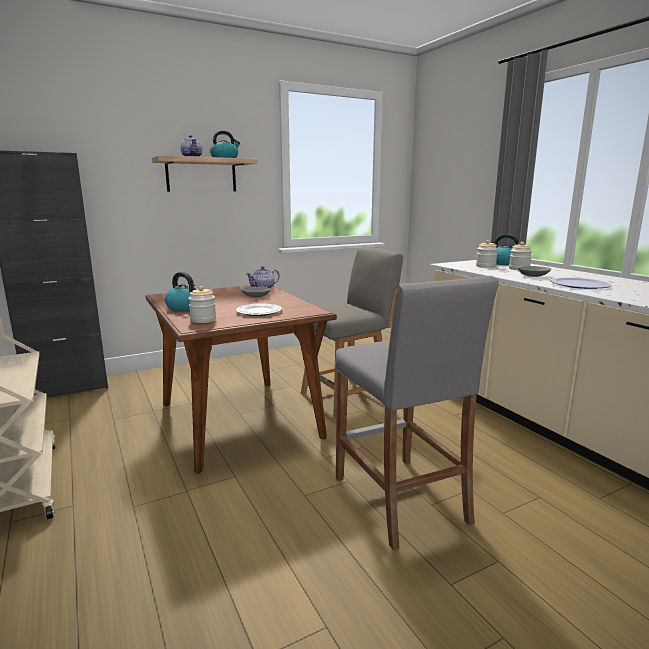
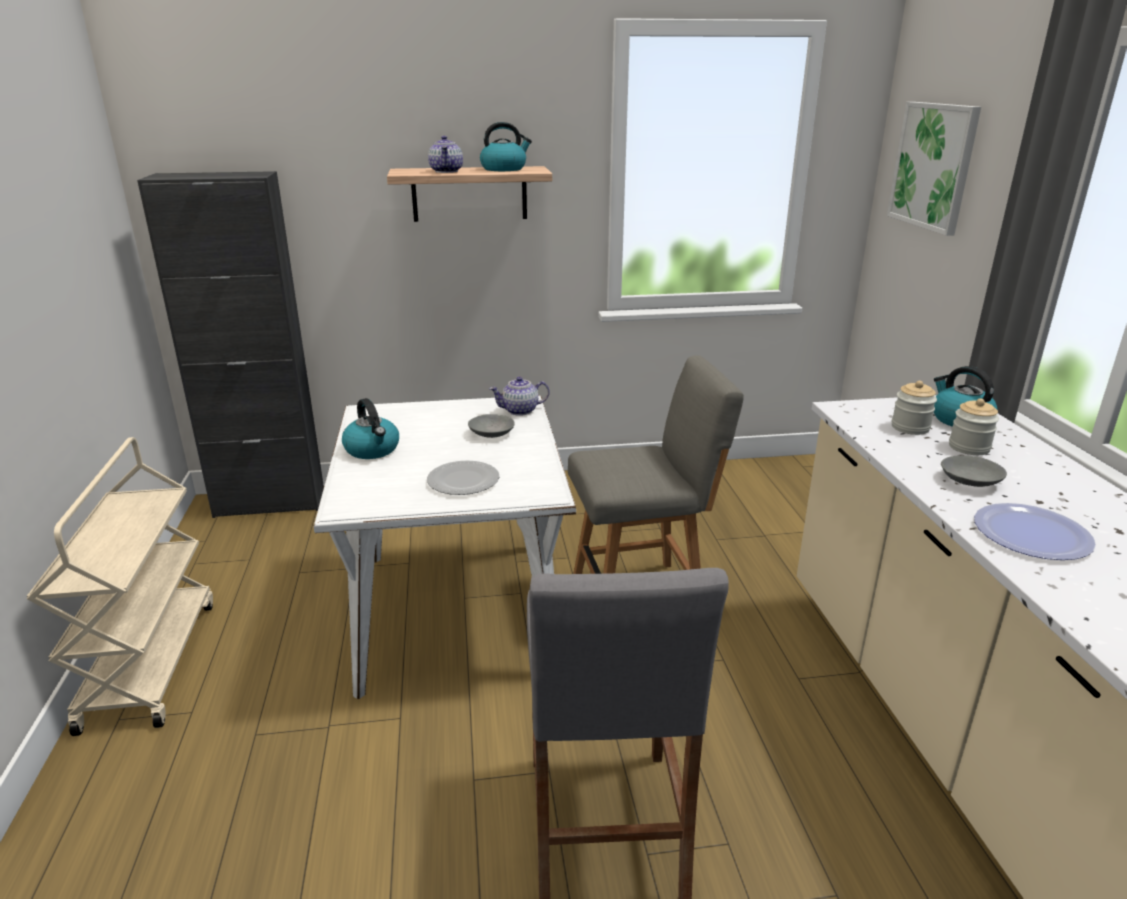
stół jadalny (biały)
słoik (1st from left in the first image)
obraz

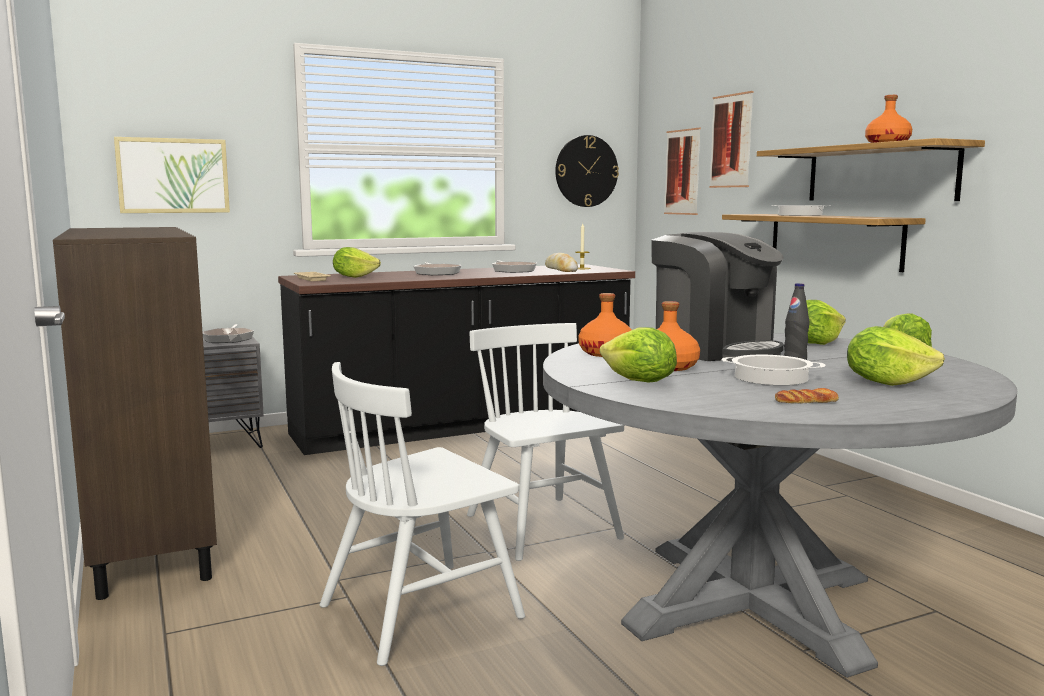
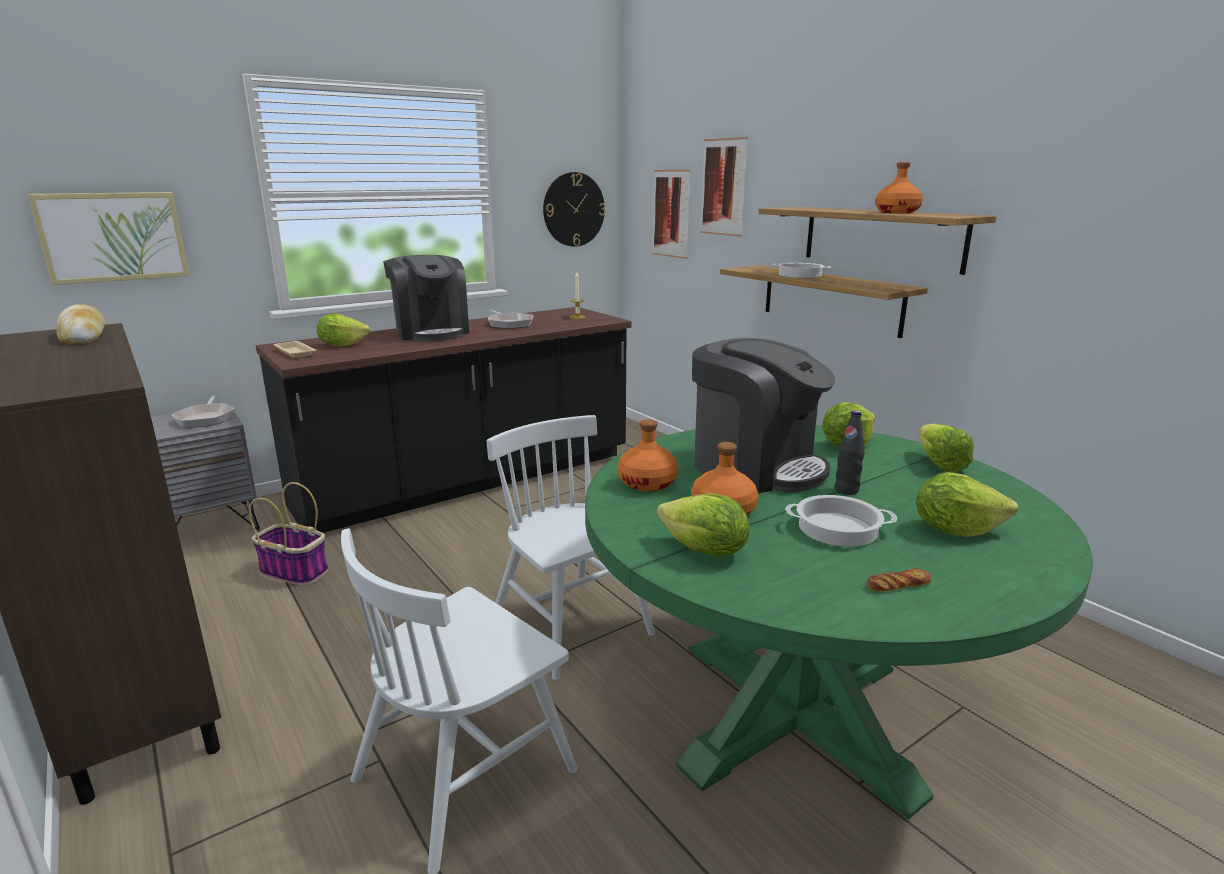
chleb (1st from left)
ekspres do kawy (1st from left)
stół jadalny (zielony)
koszyk

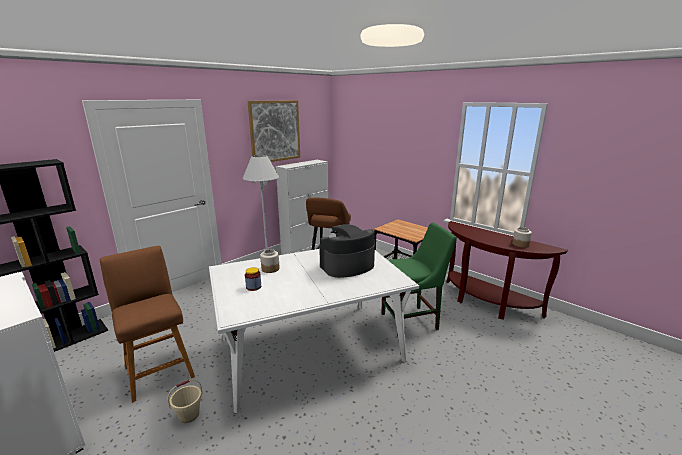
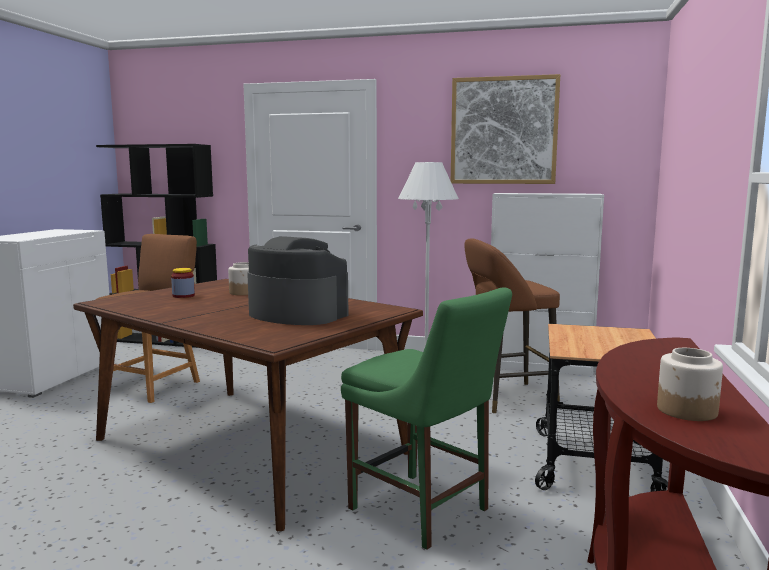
stół jadalny (brązowy)
wiadro (beżowy)

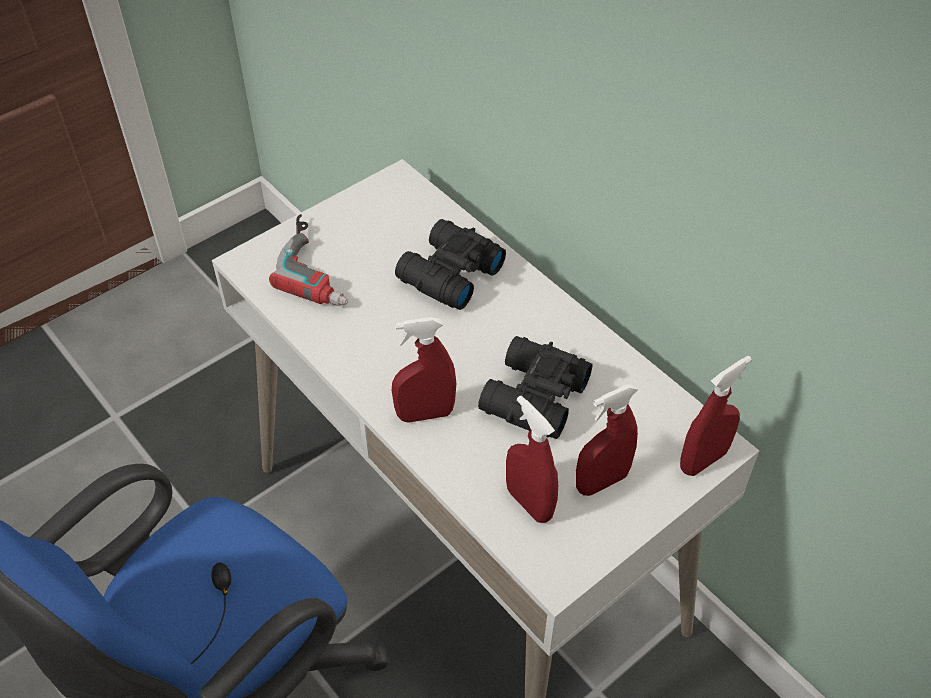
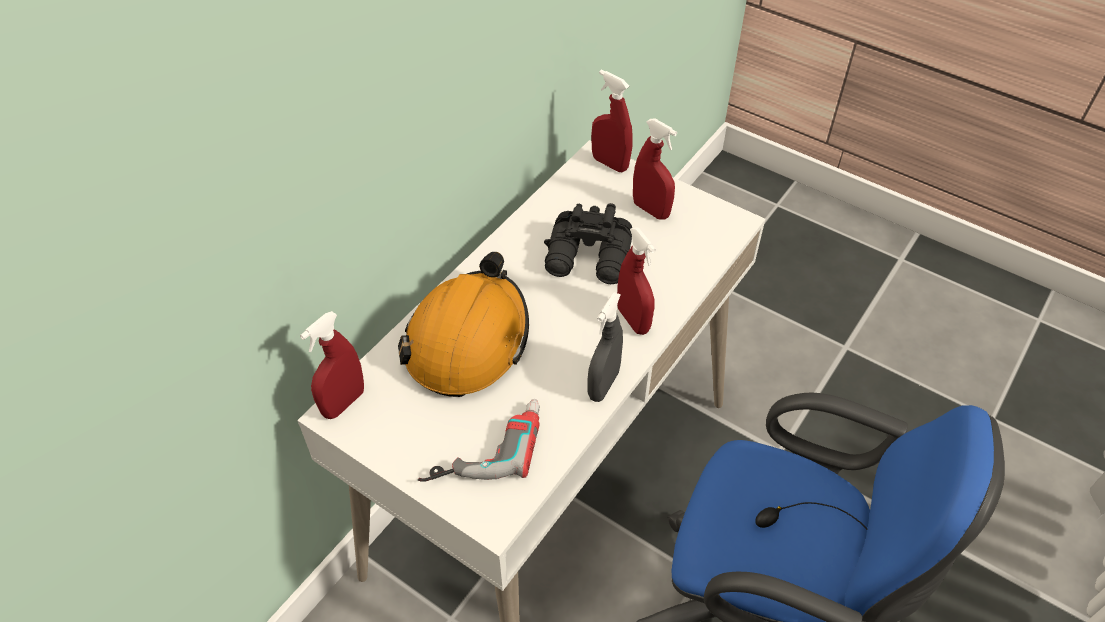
kask (pomarańczowy)
spryskiwacz (czerwony) (1st from left)
spryskiwacz (szary)

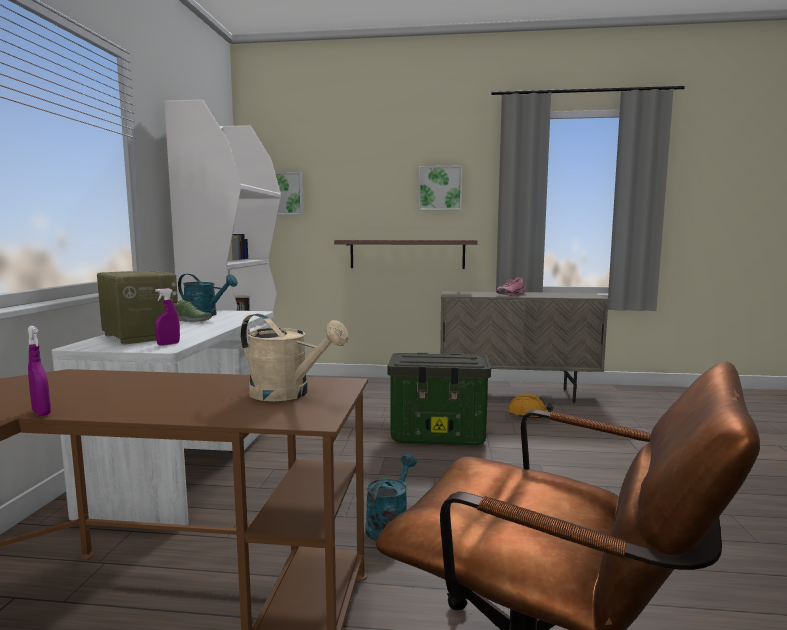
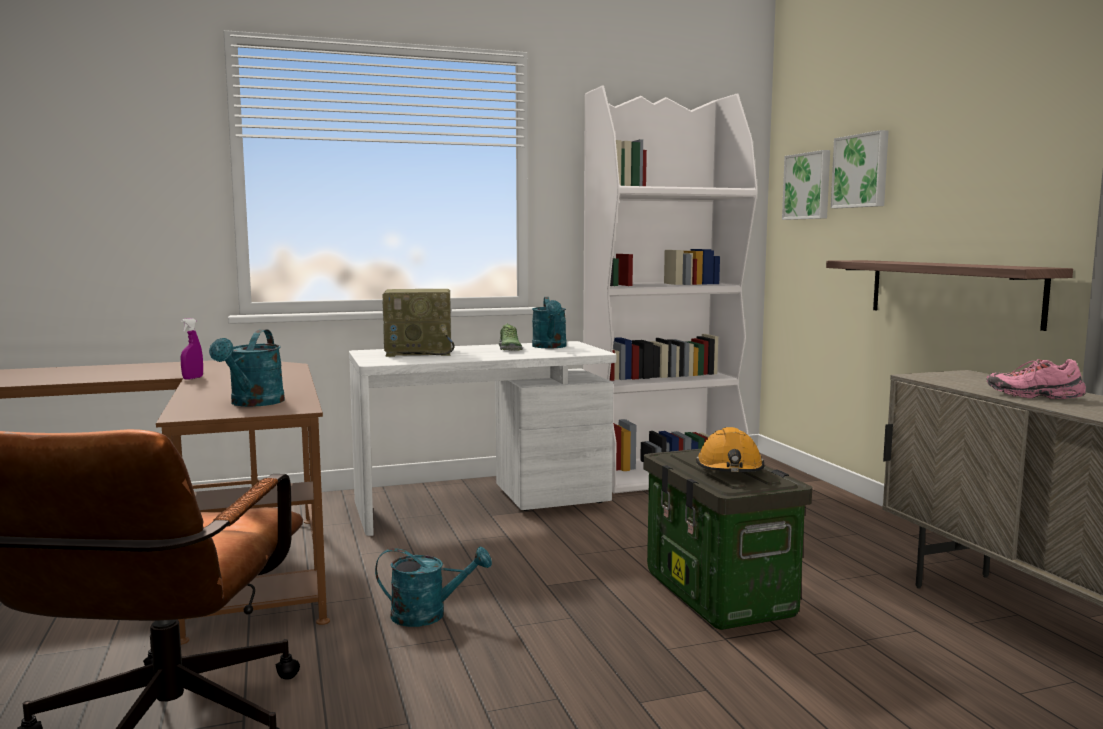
obraz (2nd from left)
radio
spryskiwacz (fioletowy) (2nd from left in the first image)
konewka (turkusowy) (1st from left)
kask (pomarańczowy)

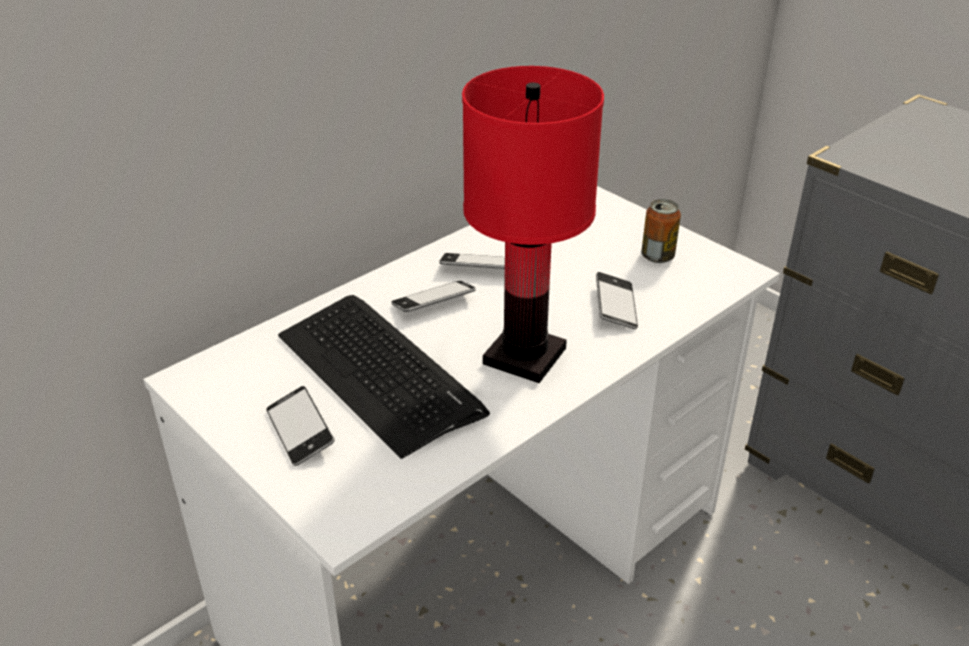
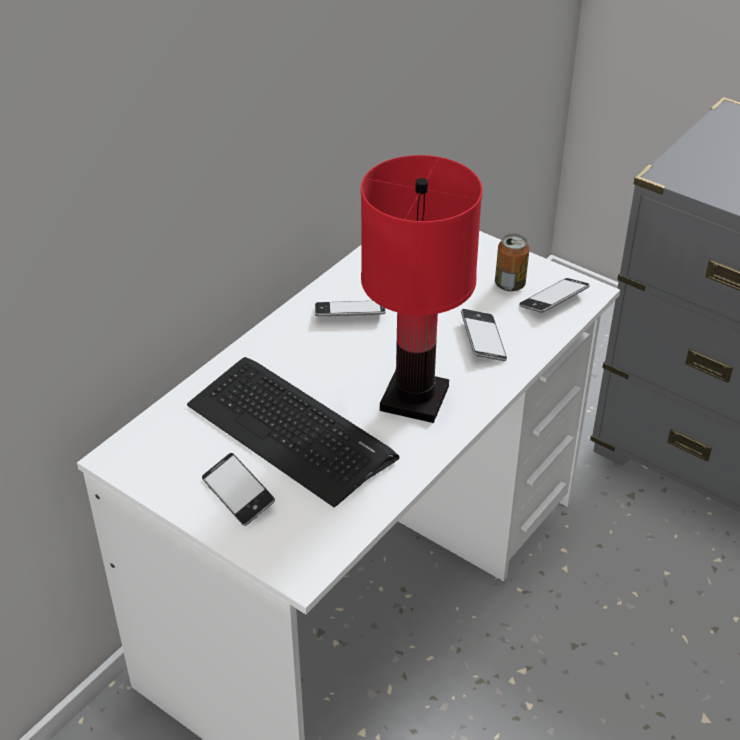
telefon (4th from left)

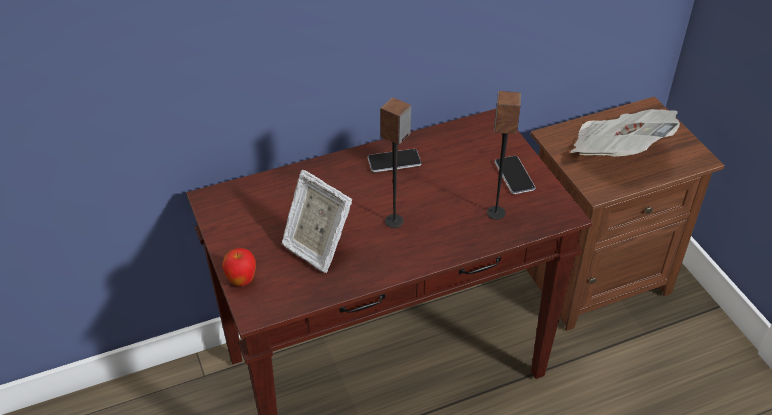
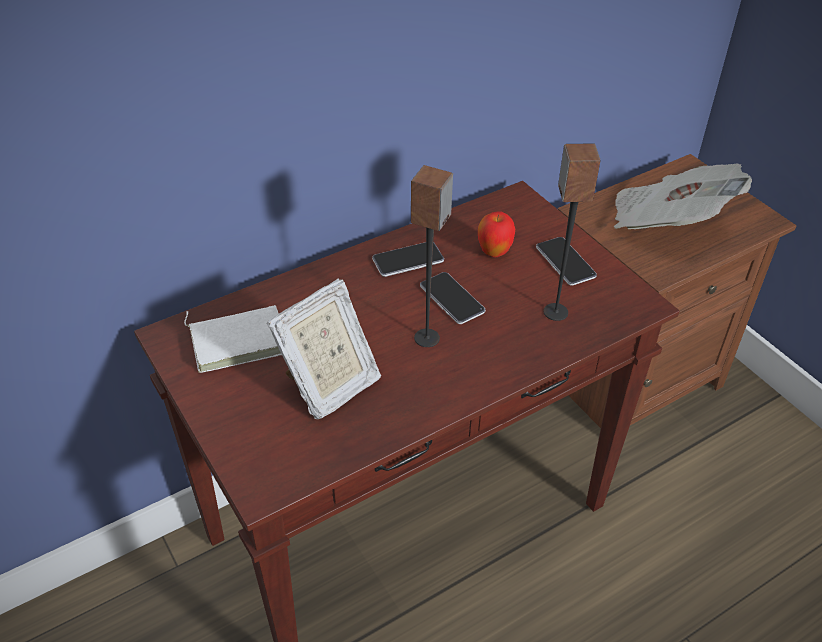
ramka na zdjęcie
jabłko
telefon (2nd from left)
książka (biały)

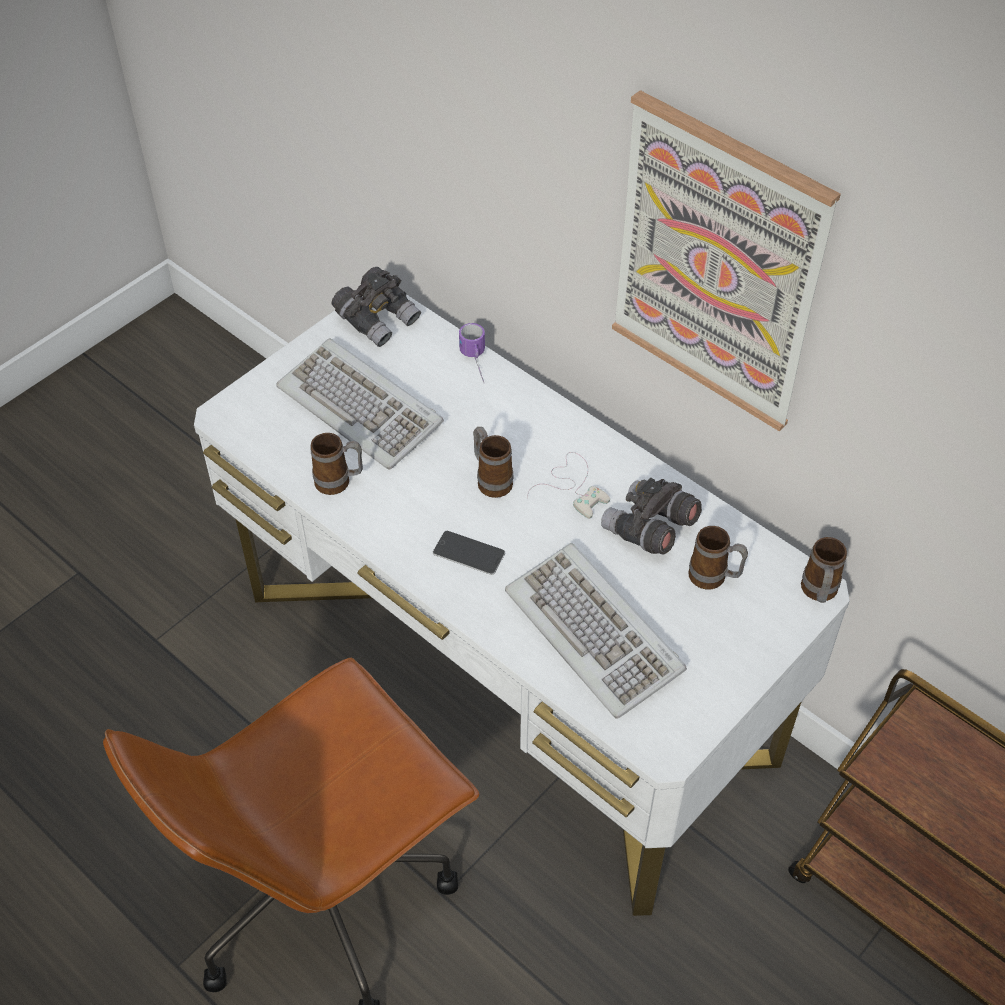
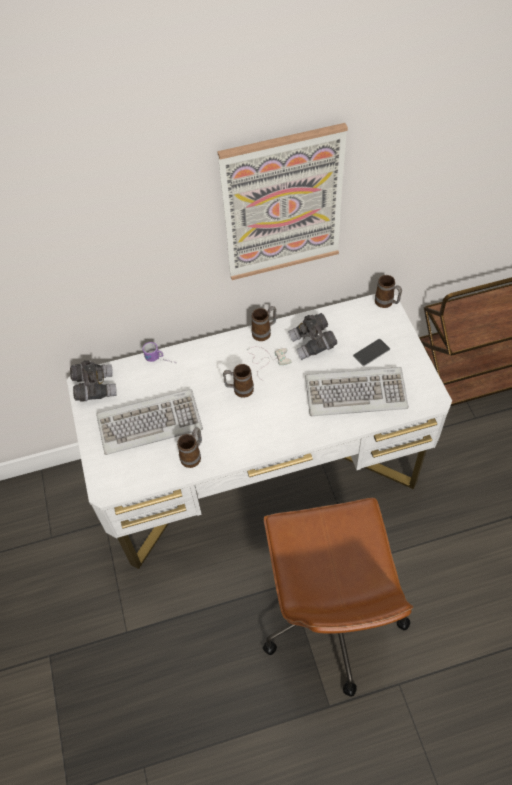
kubek (4th from left)
telefon

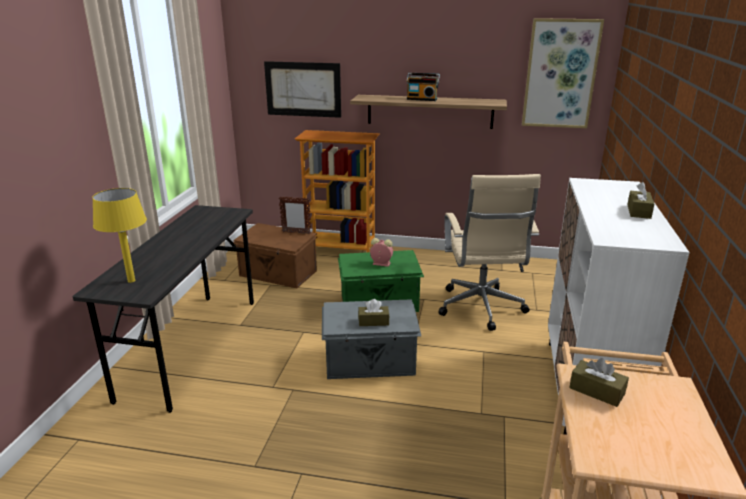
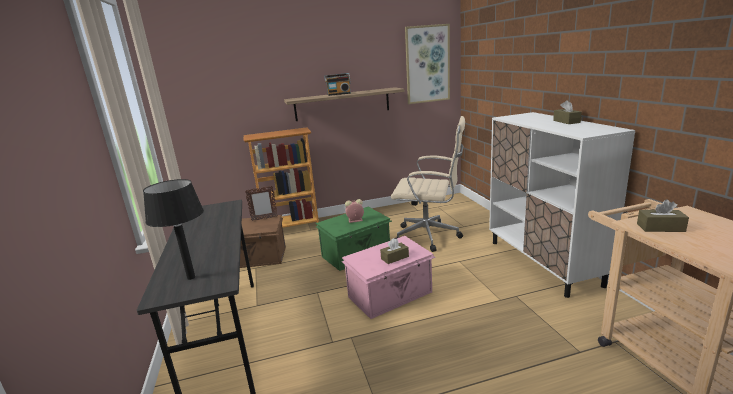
obraz (1st from left in the first image)
krzesło biurowe (beżowy)
lampa stołowa (czarny)
pojemnik do przechowywania (różowy)

